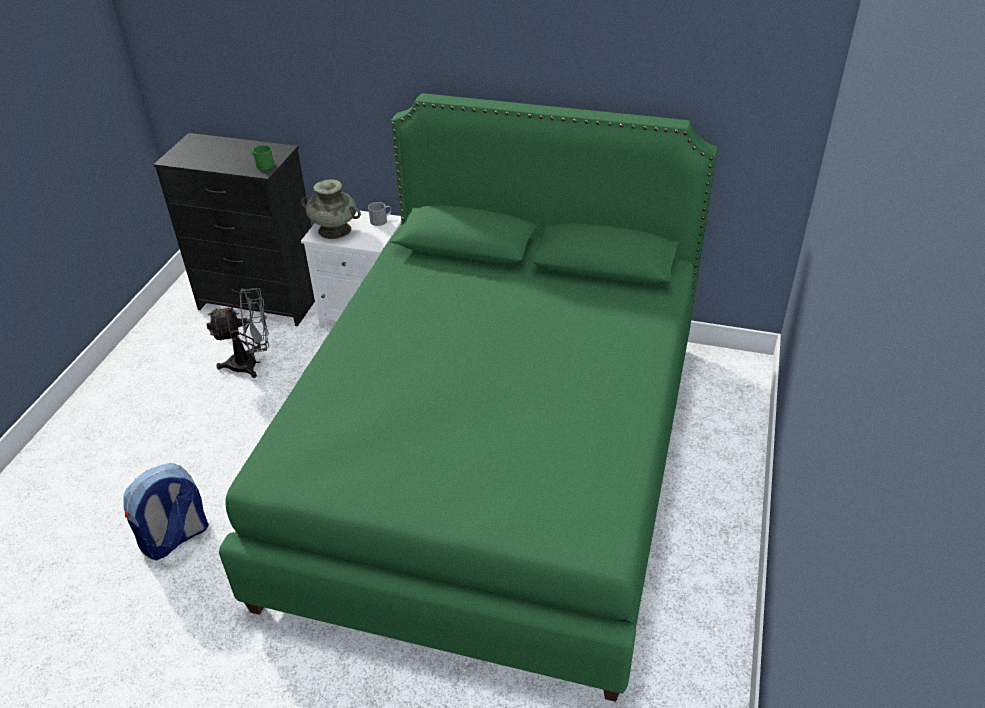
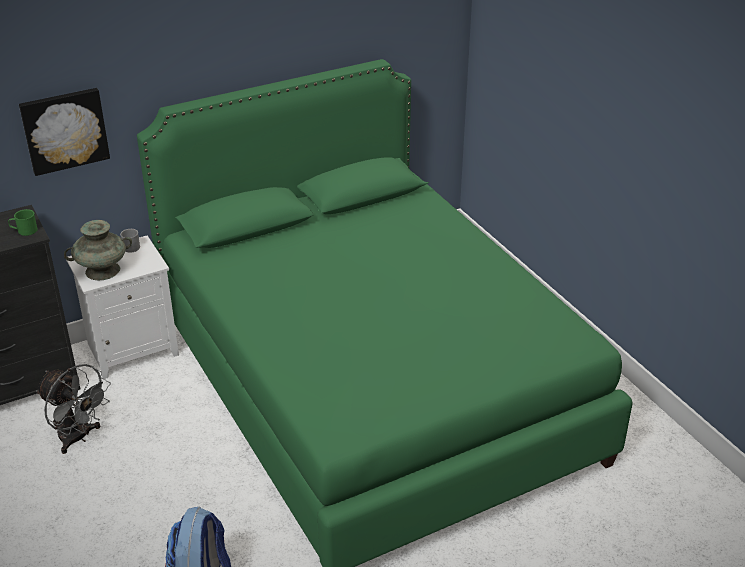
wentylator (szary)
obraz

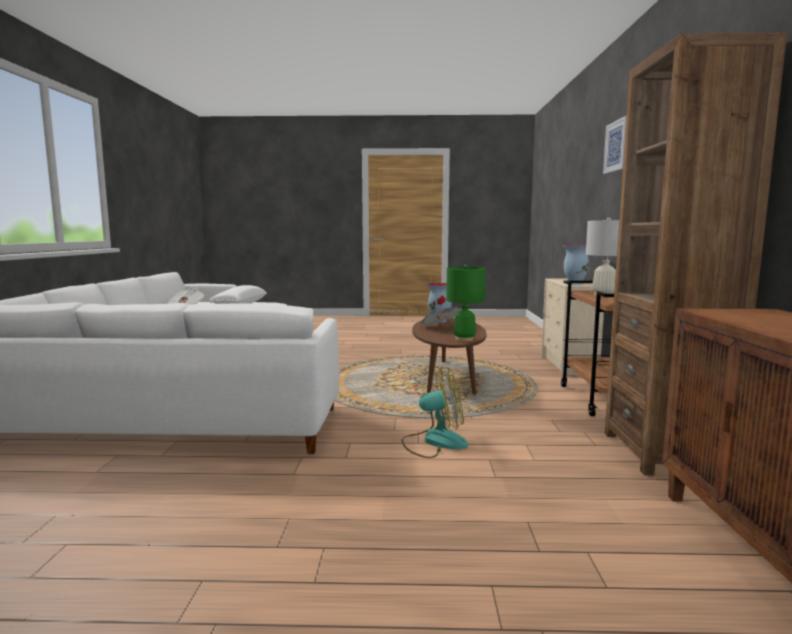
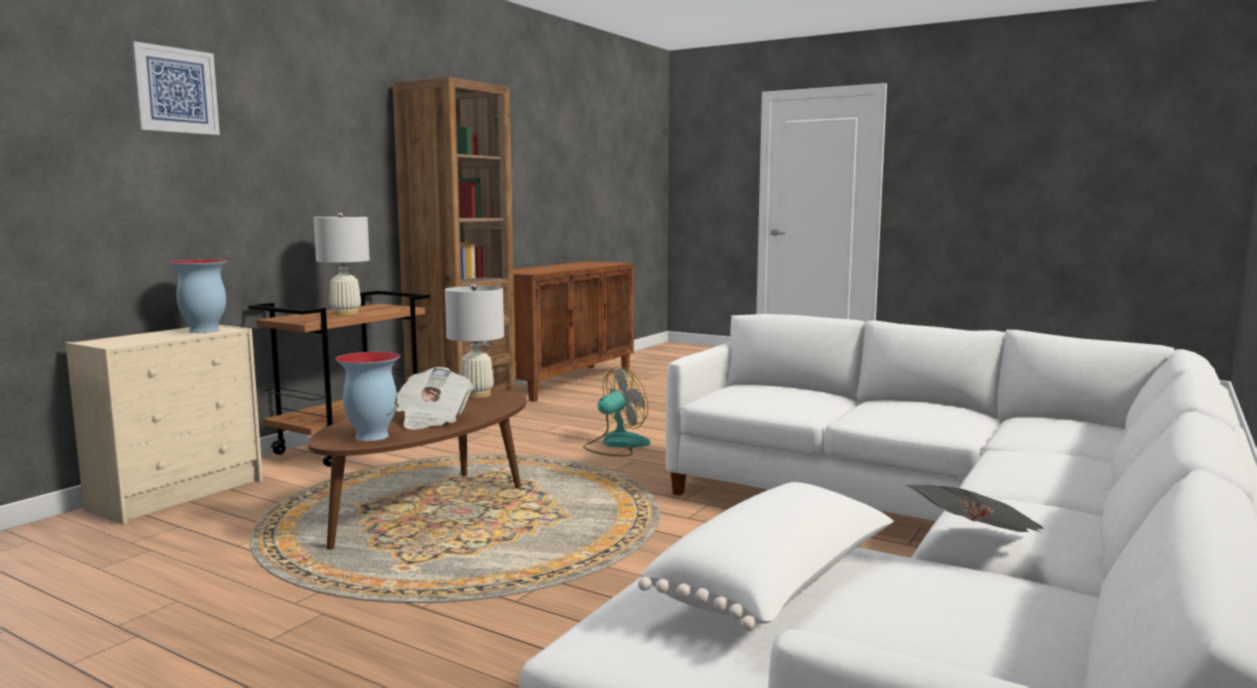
lampa stołowa (biały) (2nd from left)
wentylator

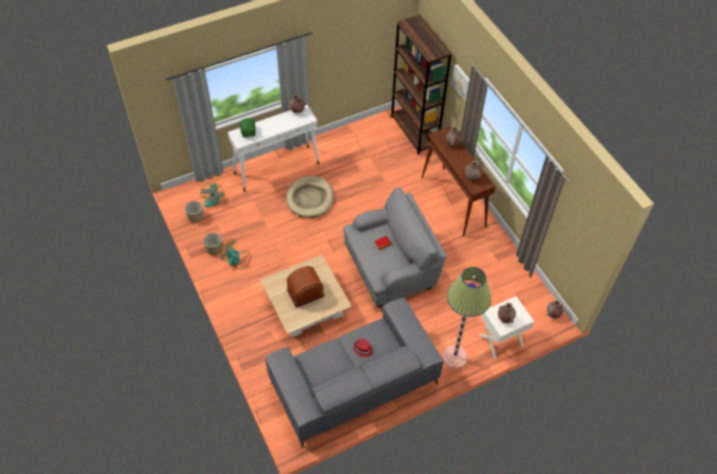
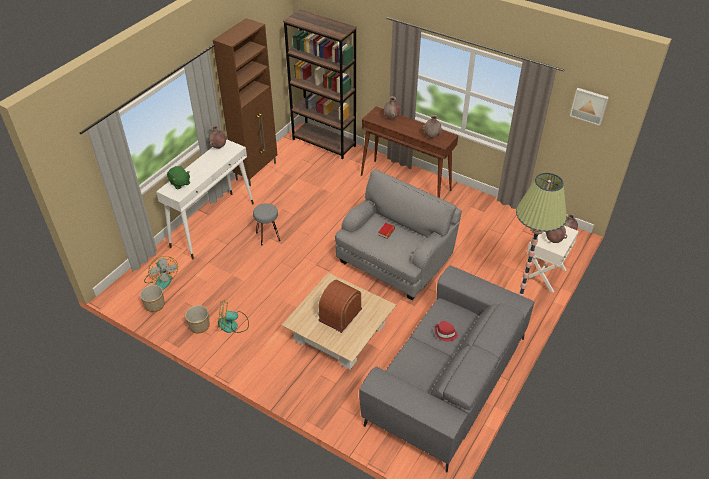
obraz
stołek (szary)
szafka (brązowy)

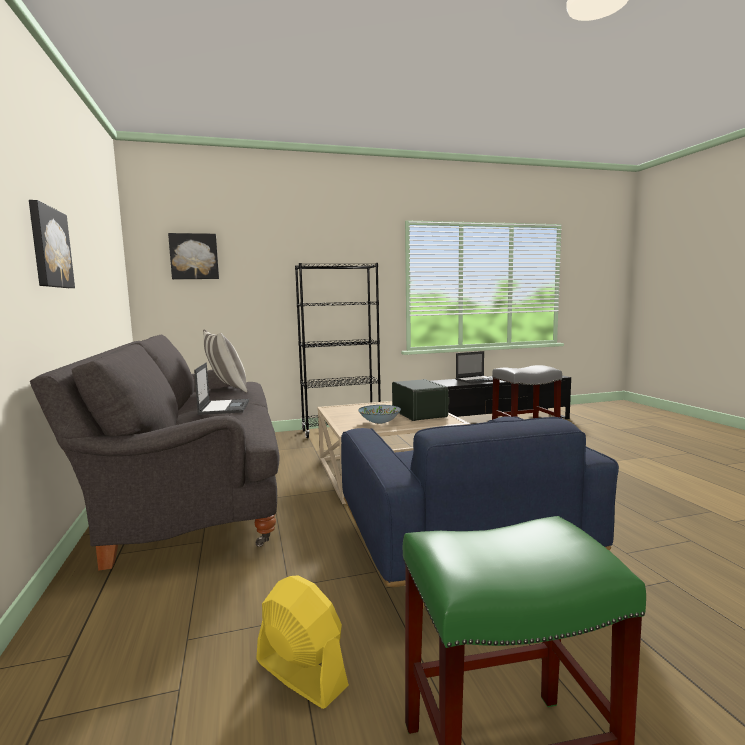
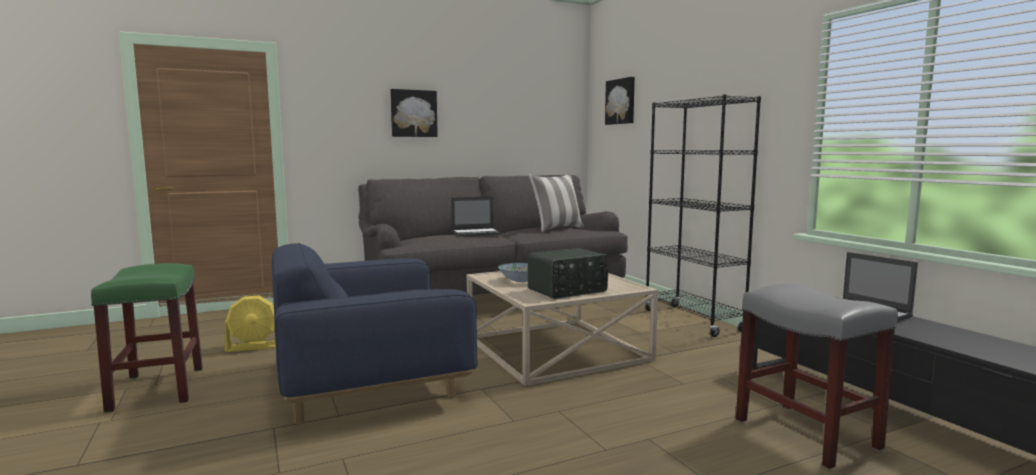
wentylator (żółty)

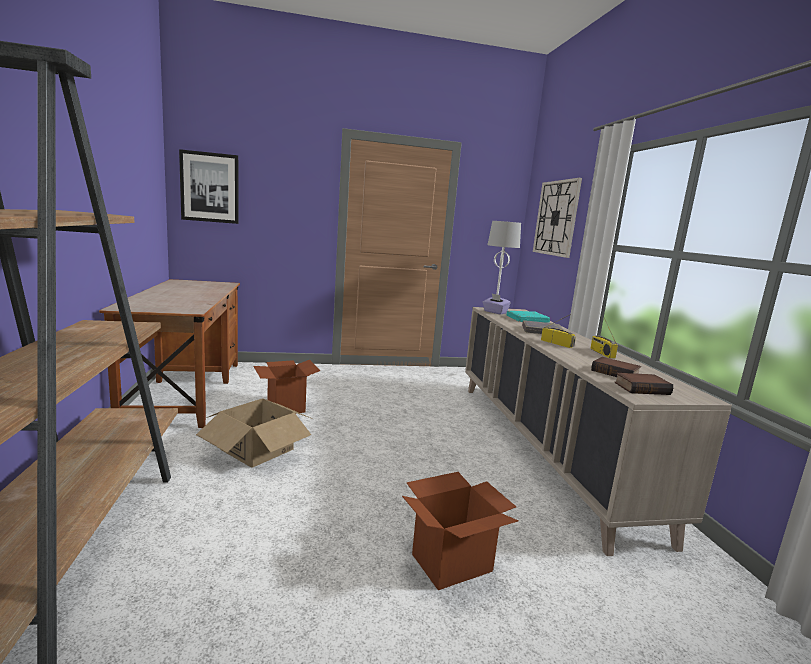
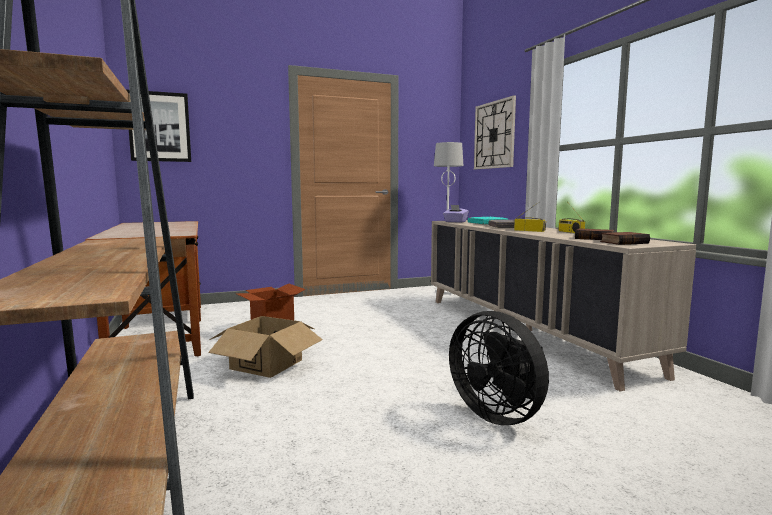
wentylator (czarny)

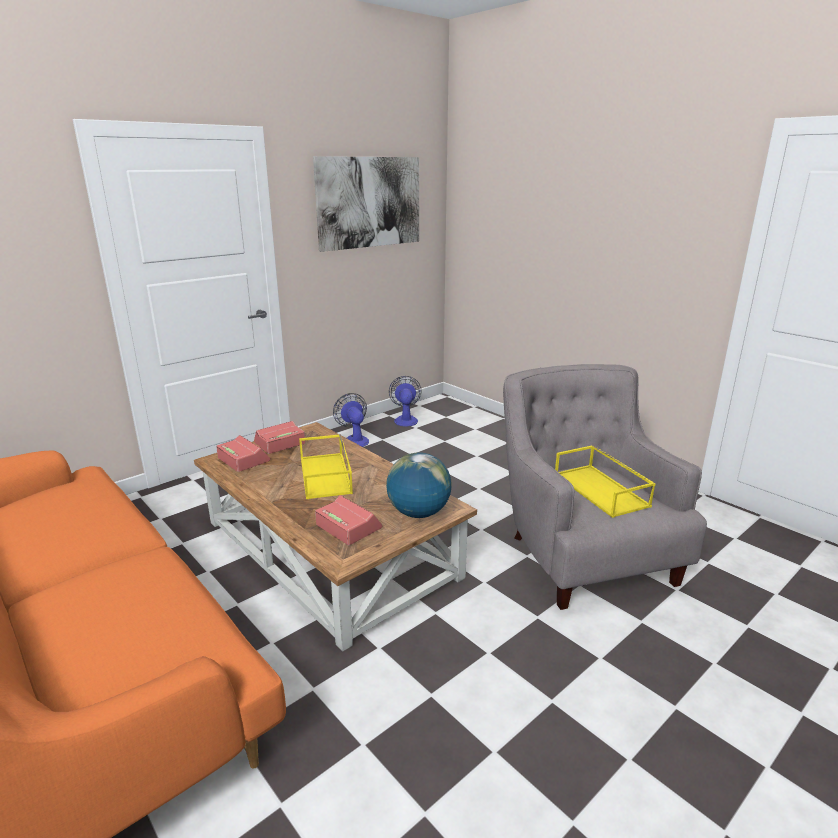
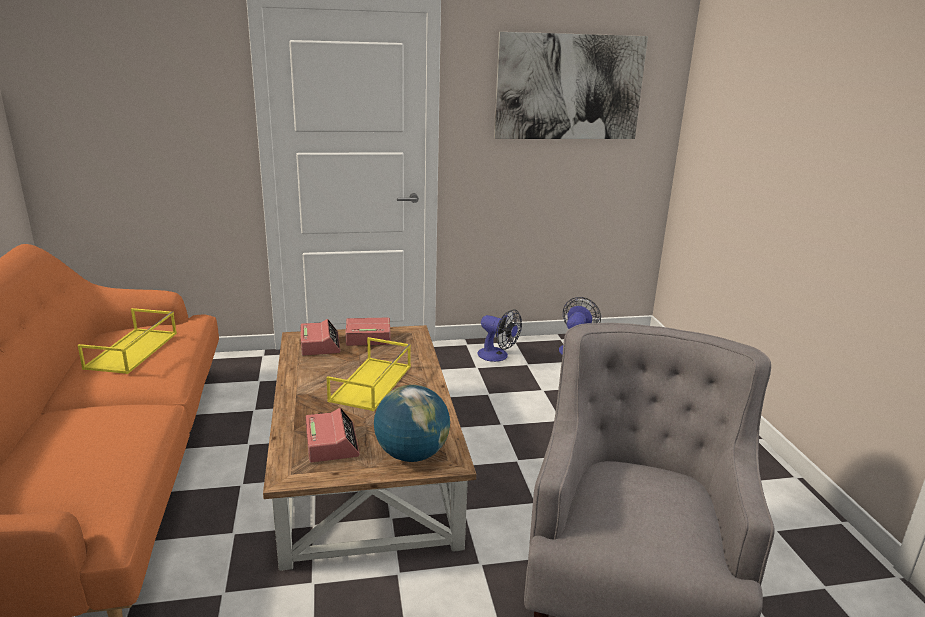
wentylator (1st from left)
taca (żółty) (1st from left)

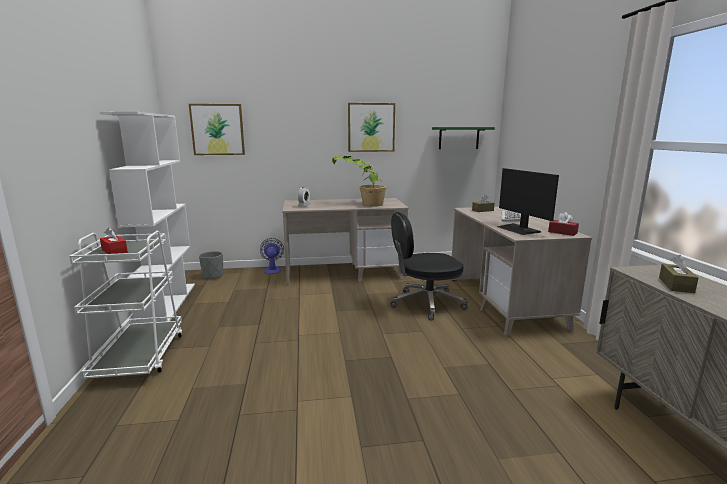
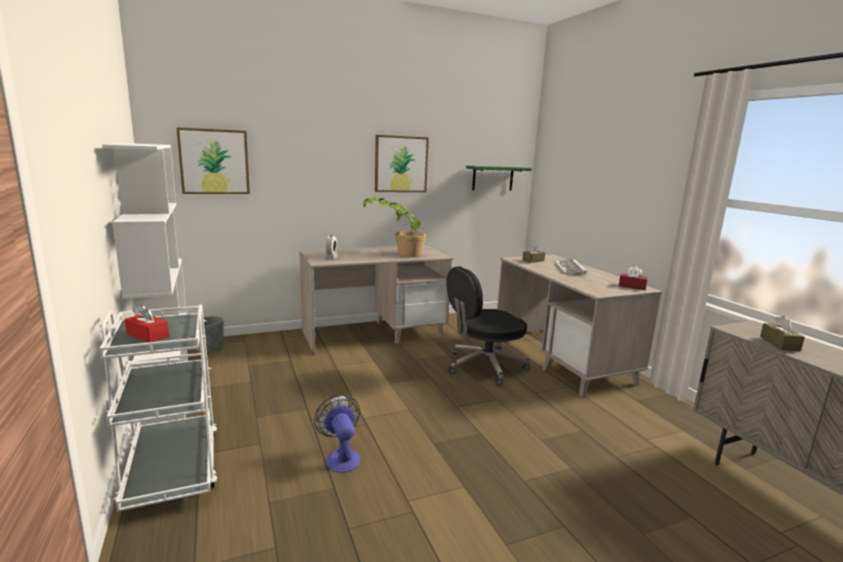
monitor
wentylator

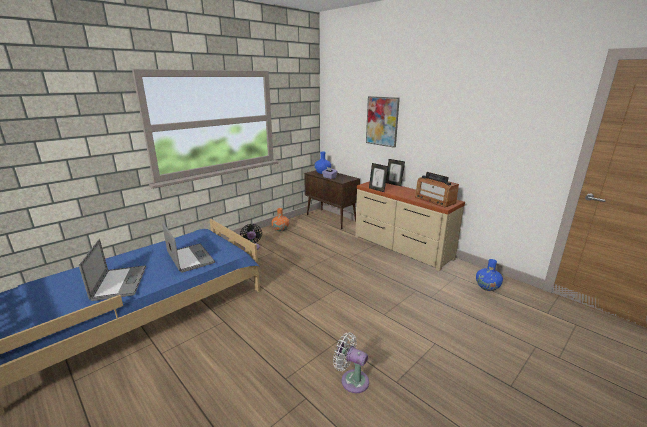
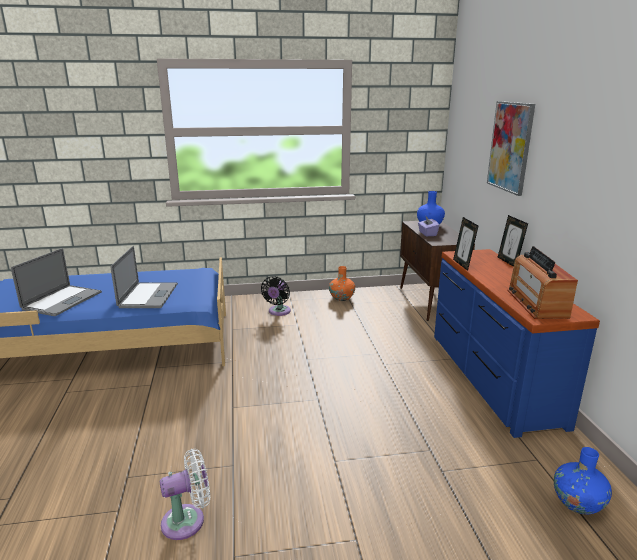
komoda (niebieski)
wentylator (biały)

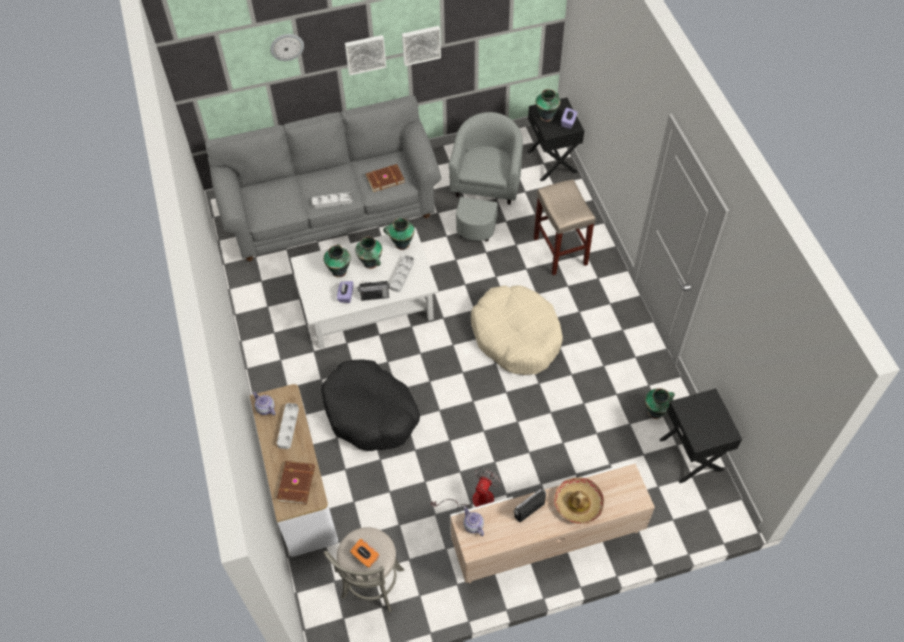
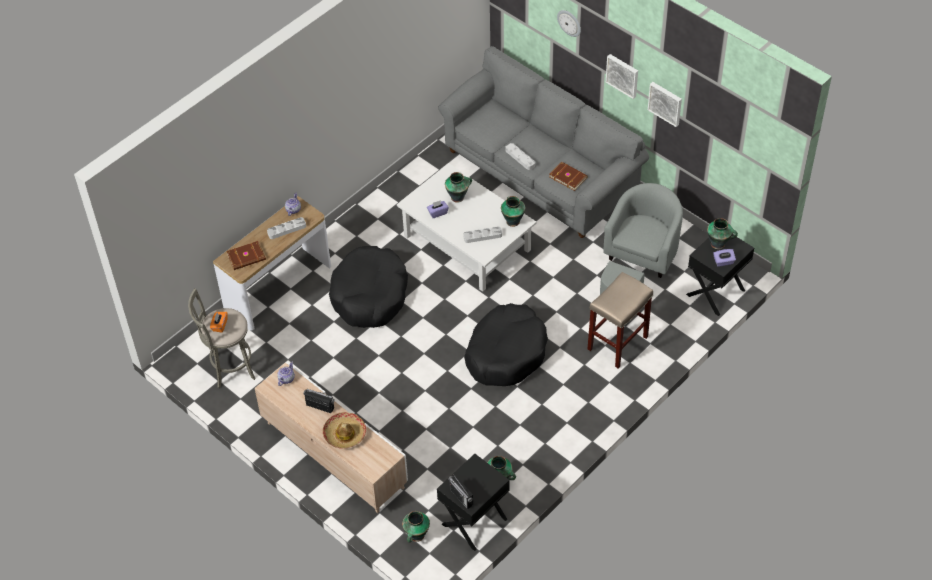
fotel (szary)
wazon (1st from left)
radio (2nd from left)
legowisko (czarny) (2nd from left)
wentylator

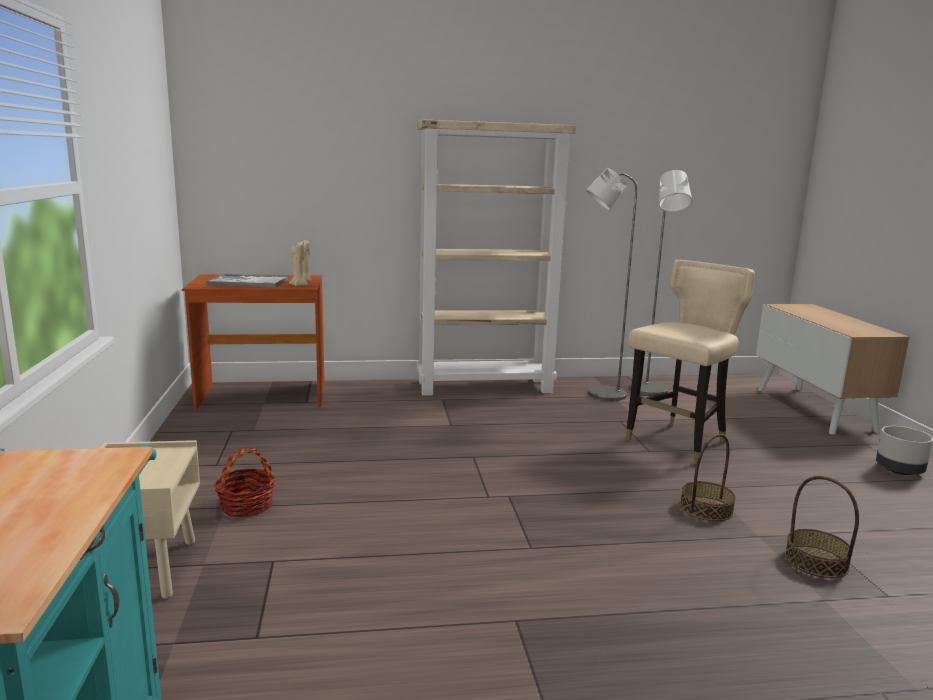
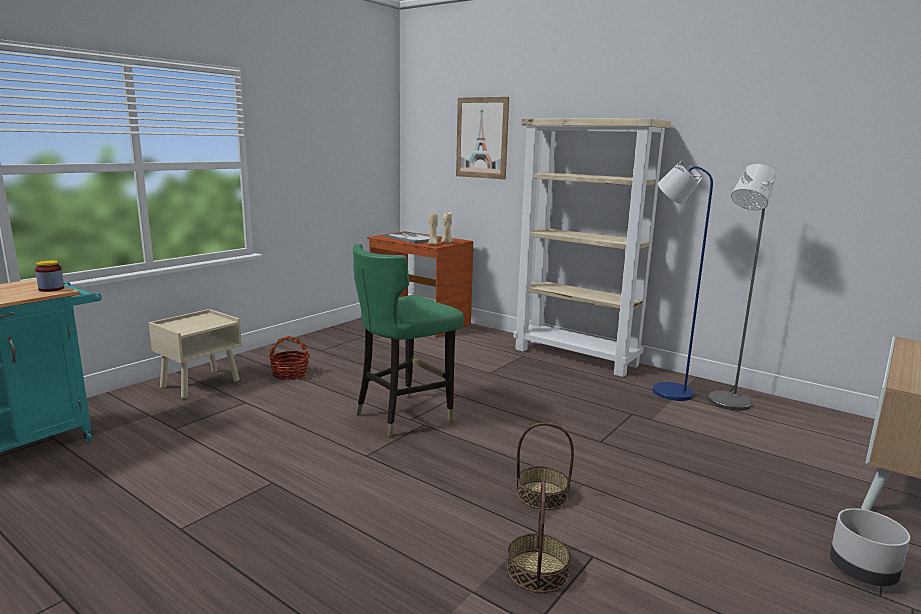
lampa stojąca (niebieski)
krzesło (beżowy)
obraz
krzesło (zielony)
słoik

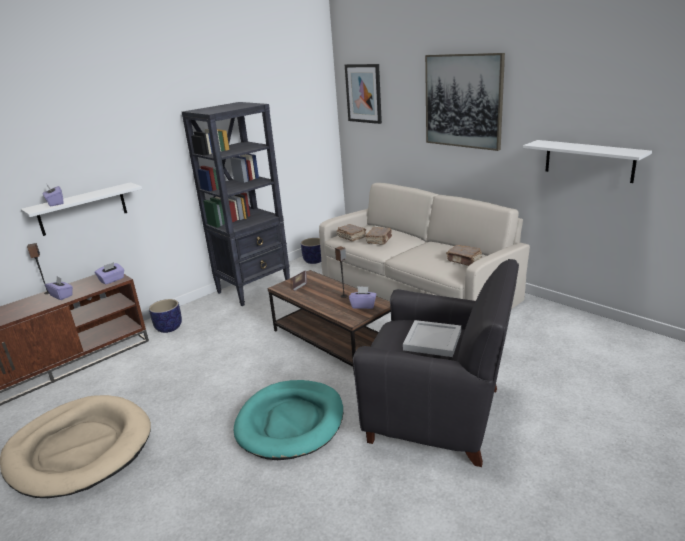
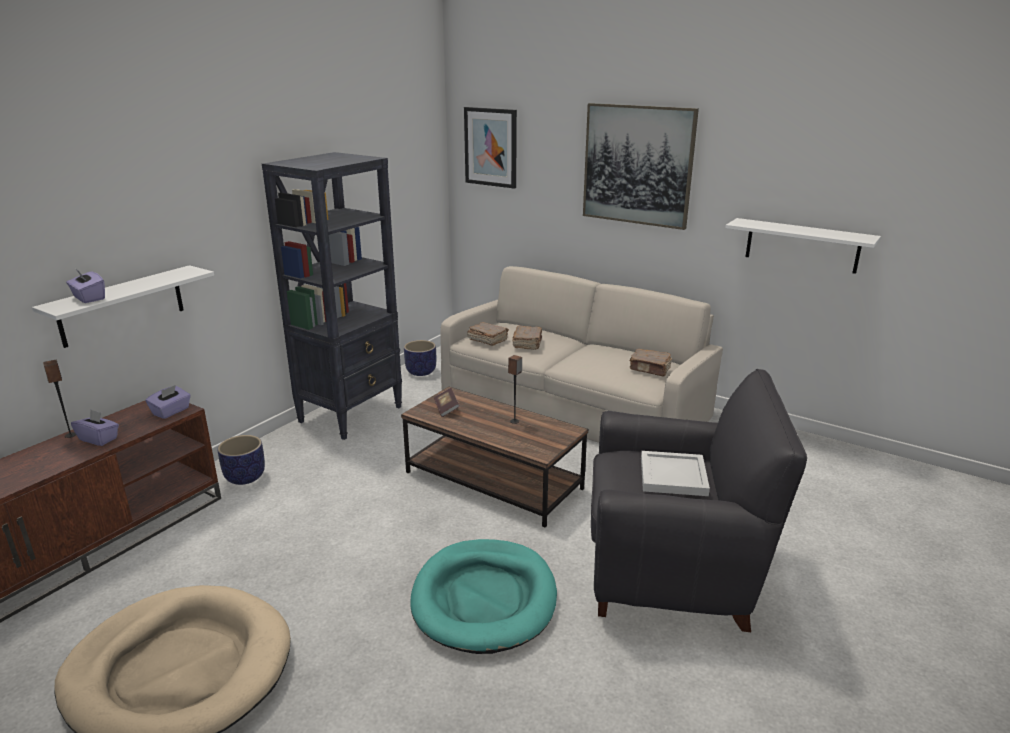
pudełko chusteczek (fioletowy) (4th from left in the first image)

